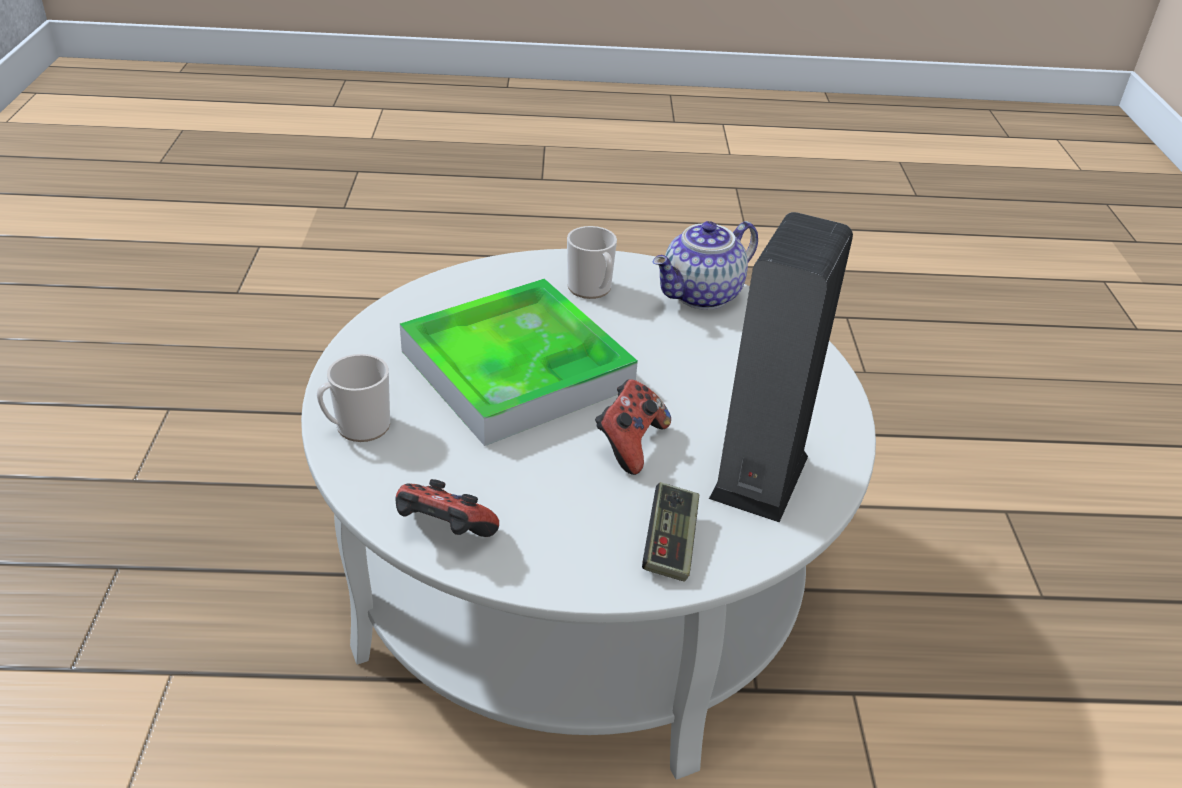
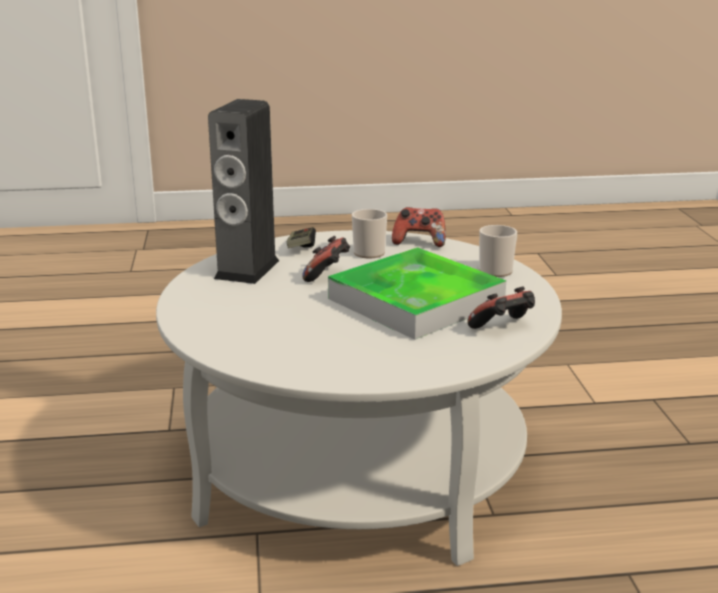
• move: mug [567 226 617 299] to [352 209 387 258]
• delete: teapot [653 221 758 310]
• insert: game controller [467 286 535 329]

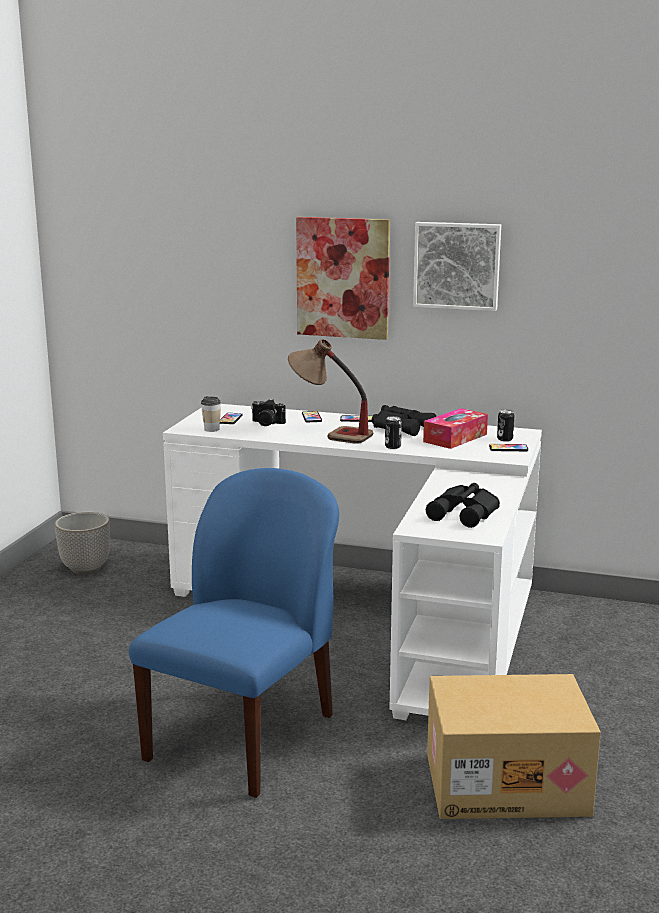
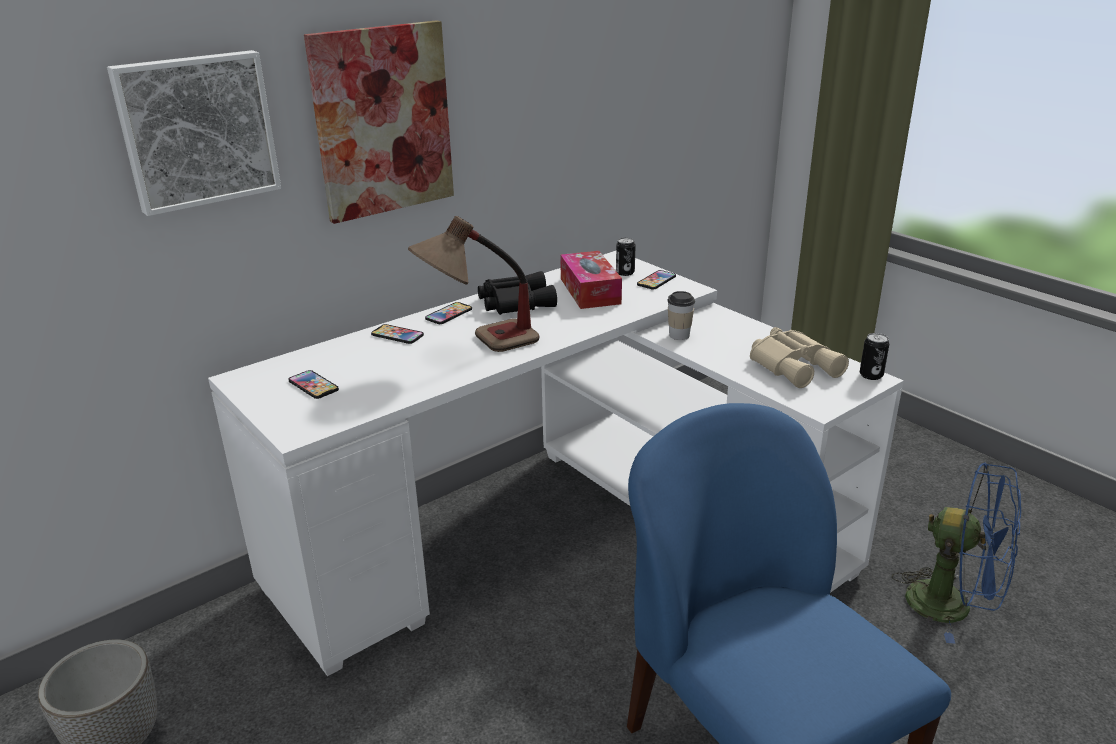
• move: cup [201 396 221 432] to [667 291 695 340]
• delete: photo camera [251 399 286 426]
• move: can [385 416 402 449] to [860 333 889 380]
• move: picture [413 222 501 311] to [107 50 281 216]
• recolor: black binoculars [426 483 500 528] to beige binoculars [750 327 849 388]
• replace: cardboard box [427 674 601 819] to blue fan [892 462 1021 644]

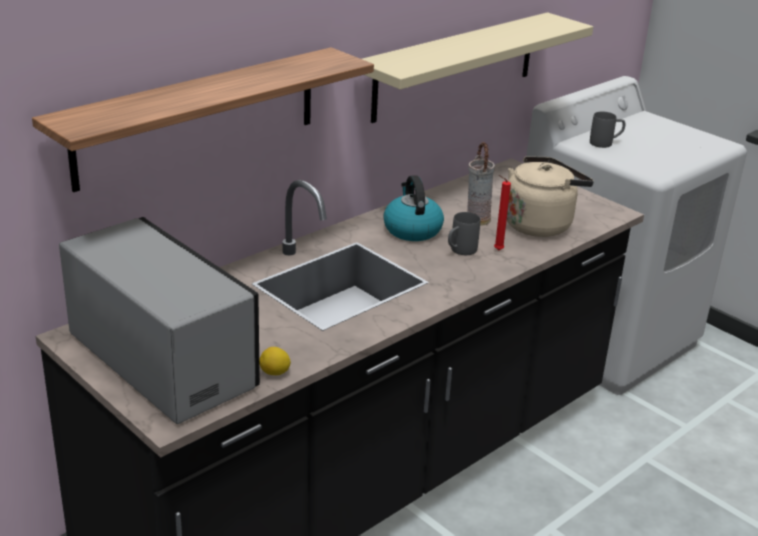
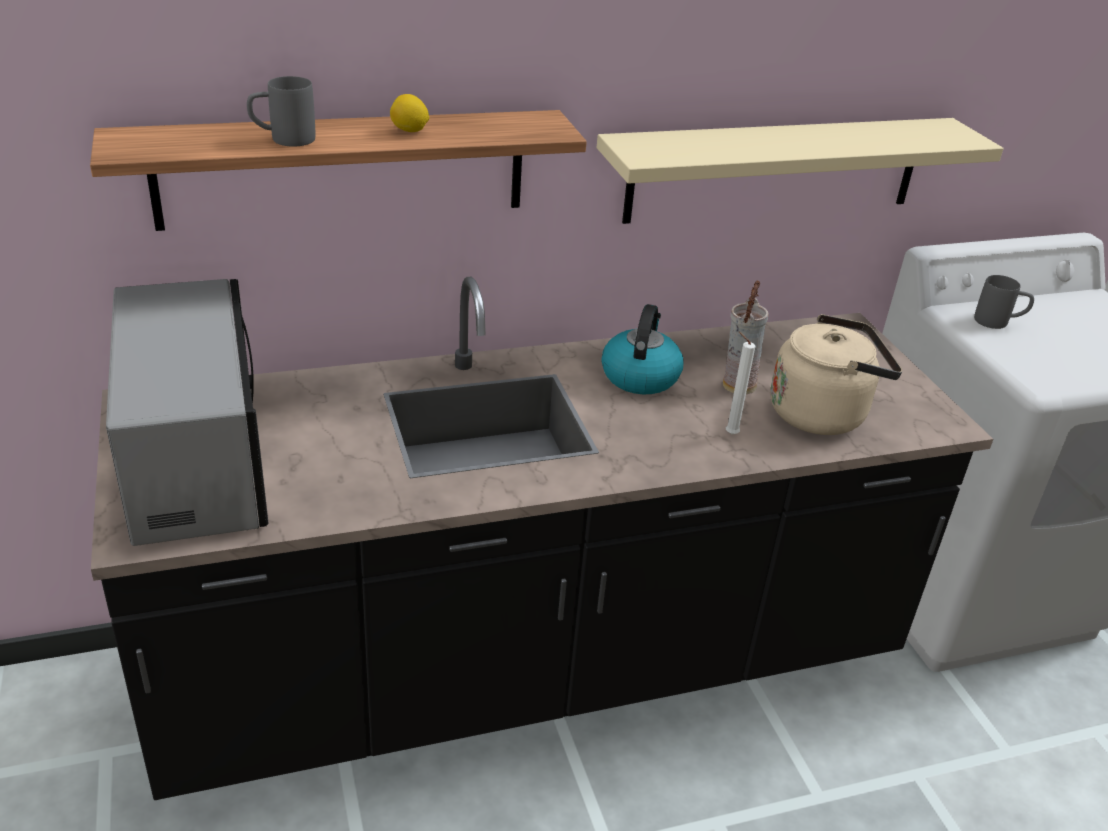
• move: lemon [259 347 291 375] to [390 94 429 132]
• move: grey mug [448 212 480 255] to [247 76 315 147]
• recolor: red candle [494 175 511 250] to white candle [726 331 755 435]

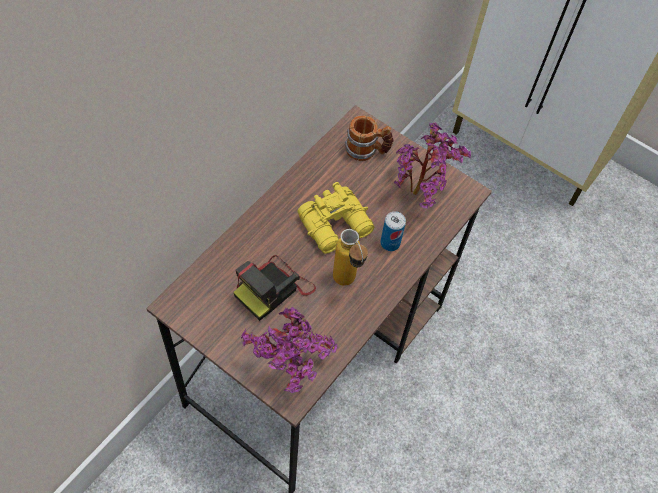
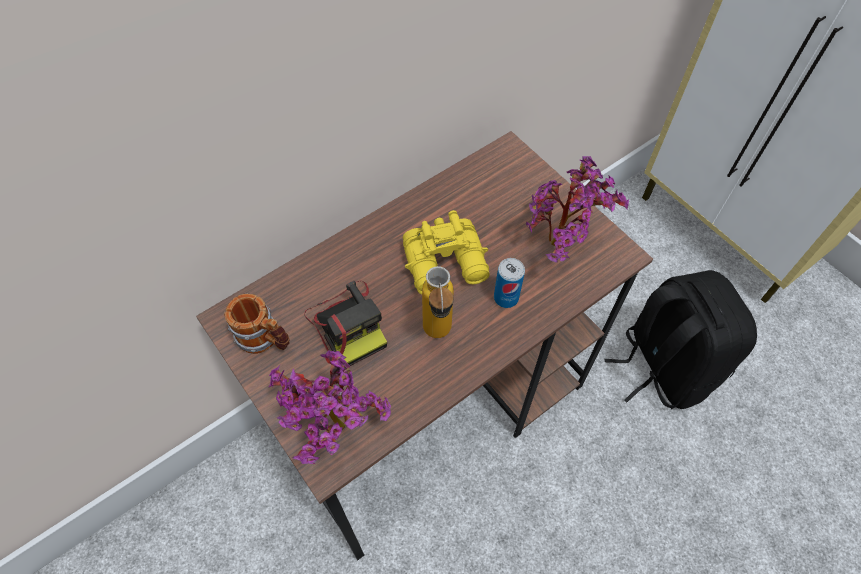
• rotate: photo camera [233 255 316 321] = [304 281 387 366] 90 degrees counterclockwise
• move: mug [345 115 394 161] to [224 294 290 354]
• insert: black backpack [605 270 757 409]

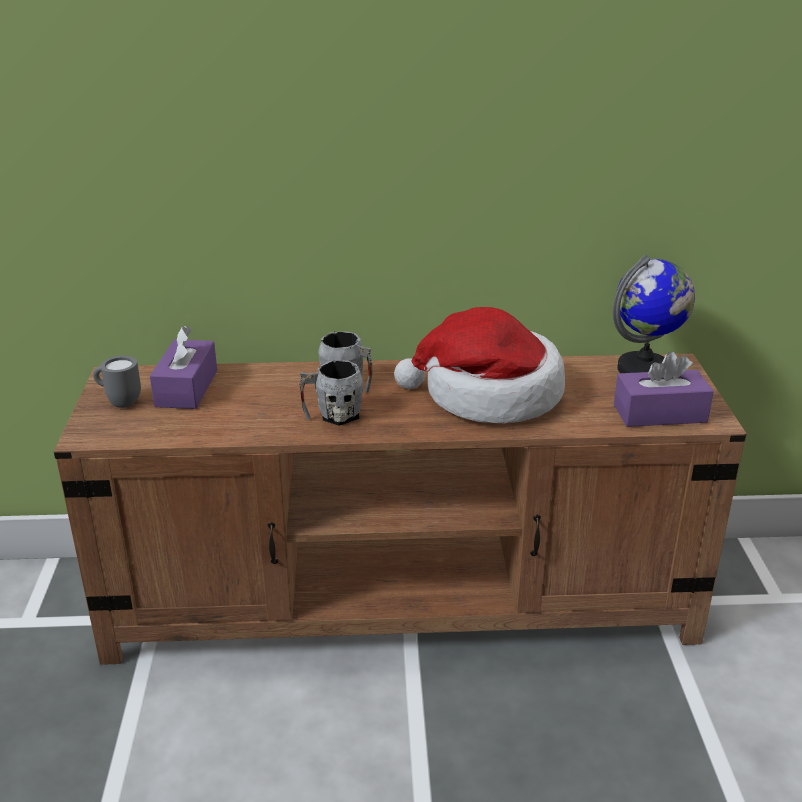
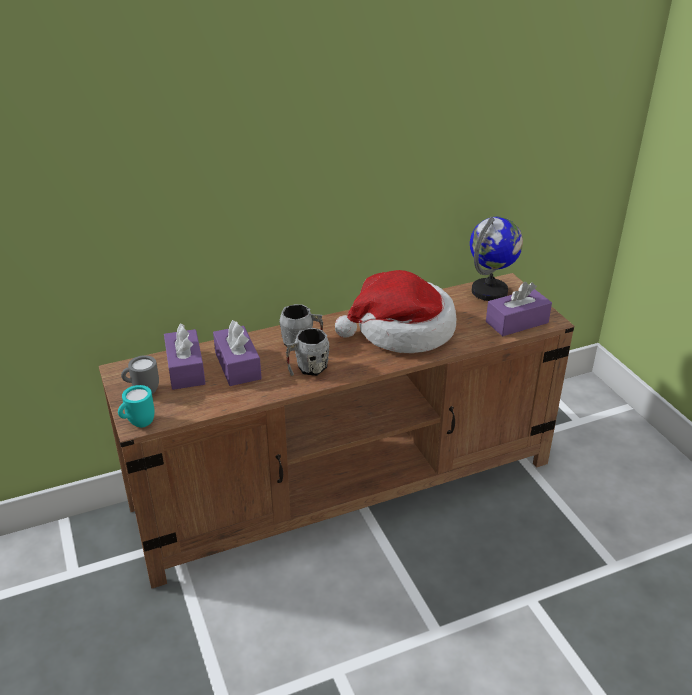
• insert: turquoise mug [118 385 155 428]
• insert: purple tissue box [213 320 262 386]

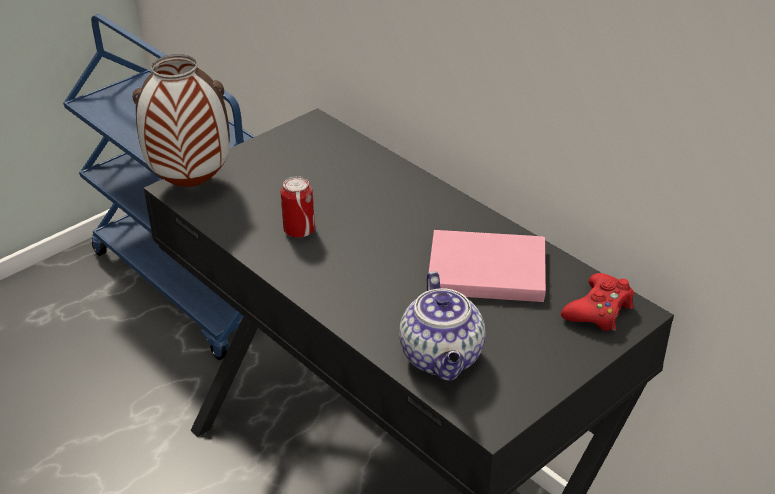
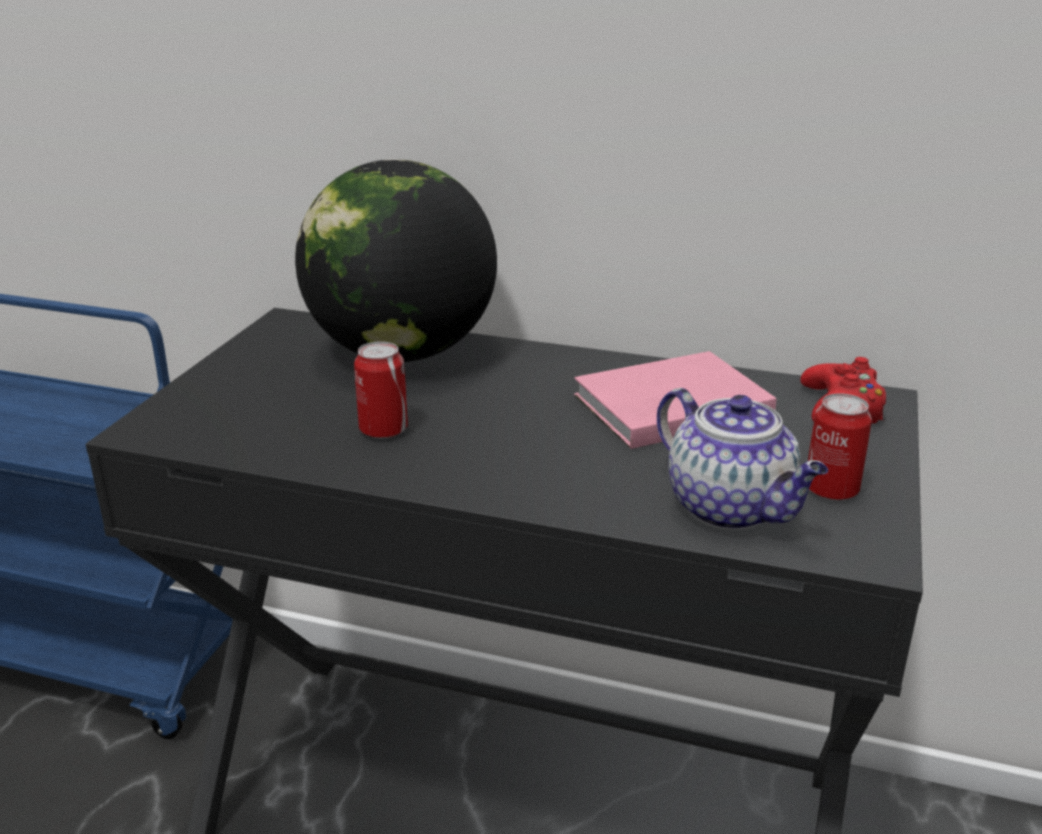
• delete: vase [132 54 230 187]
• insert: globe [295 159 497 362]
• insert: can [808 393 872 501]

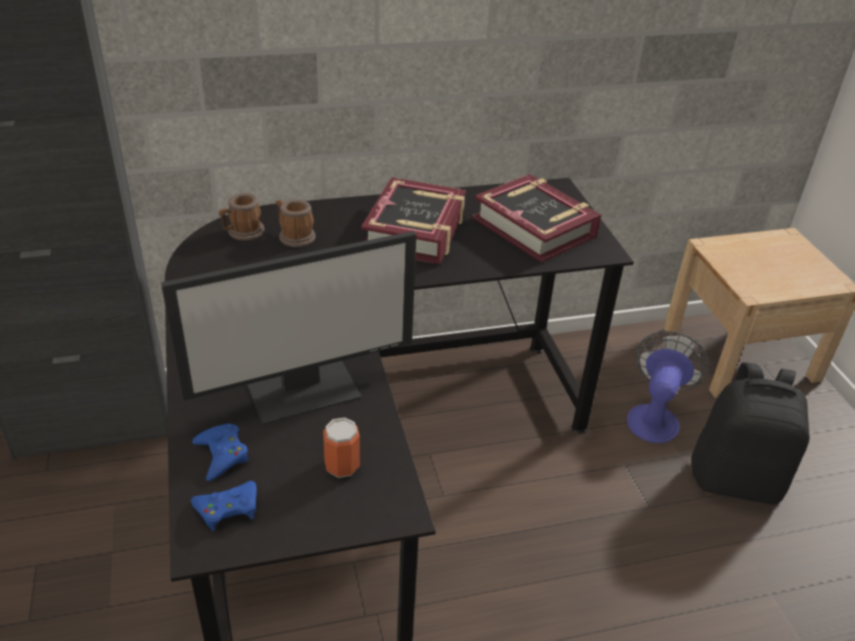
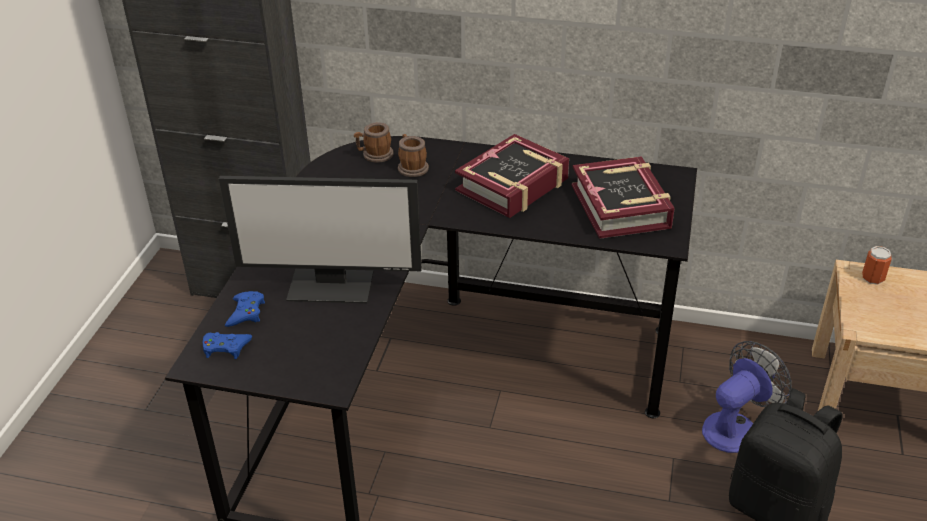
• move: can [323 418 360 478] to [862 246 892 285]

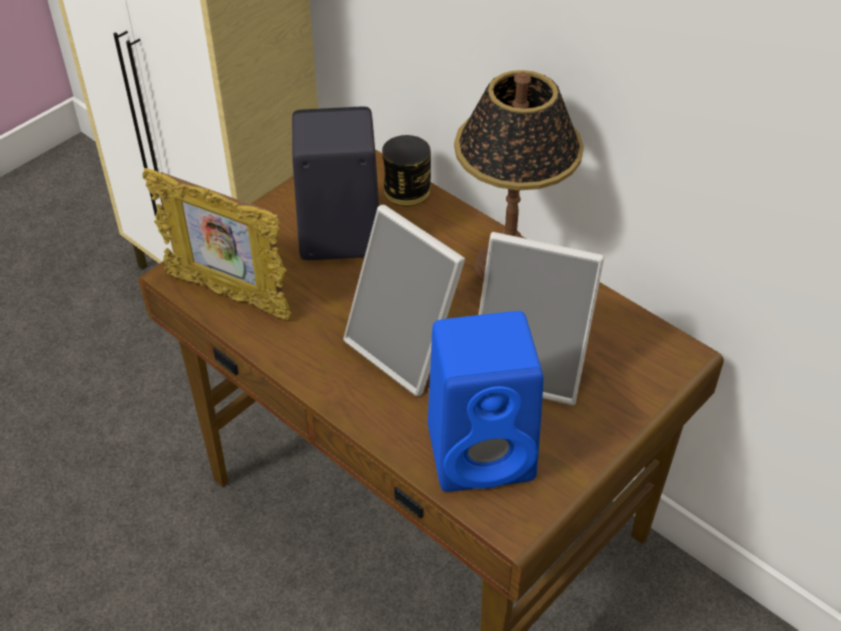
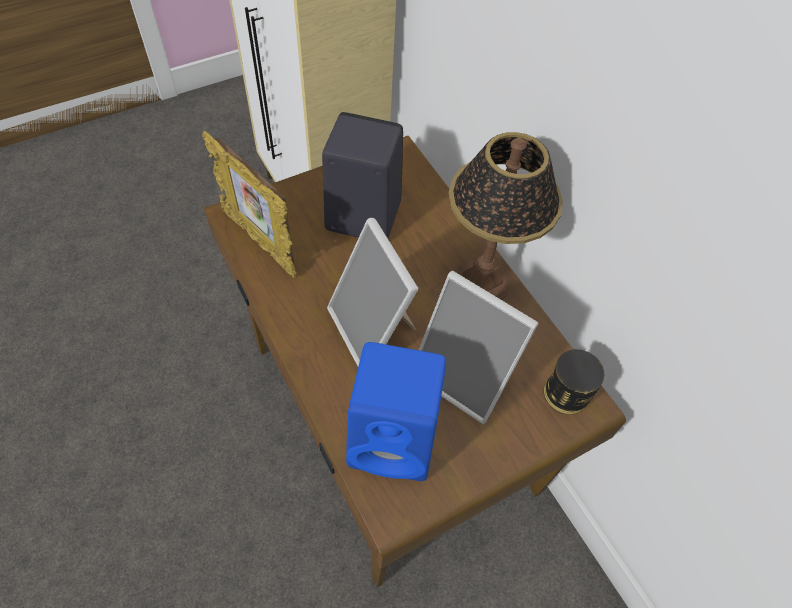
• move: can [382 135 431 206] to [544 349 605 415]

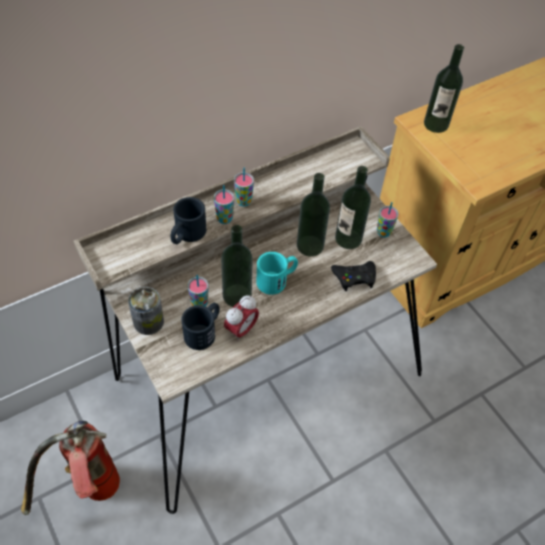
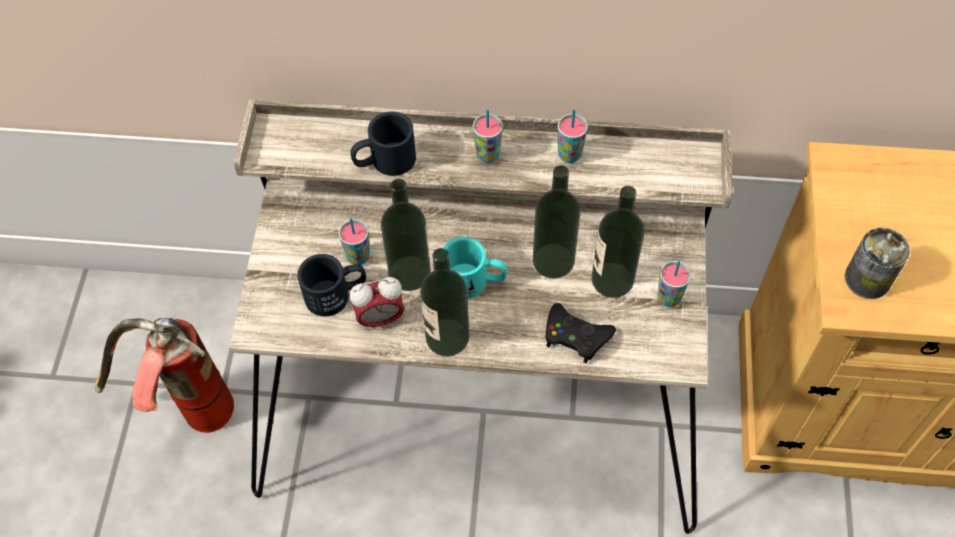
• move: can [128 287 164 335] to [845 227 910 299]
• move: cup [214 185 234 224] to [557 109 588 163]
• move: bottle [424 44 464 133] to [420 248 469 357]

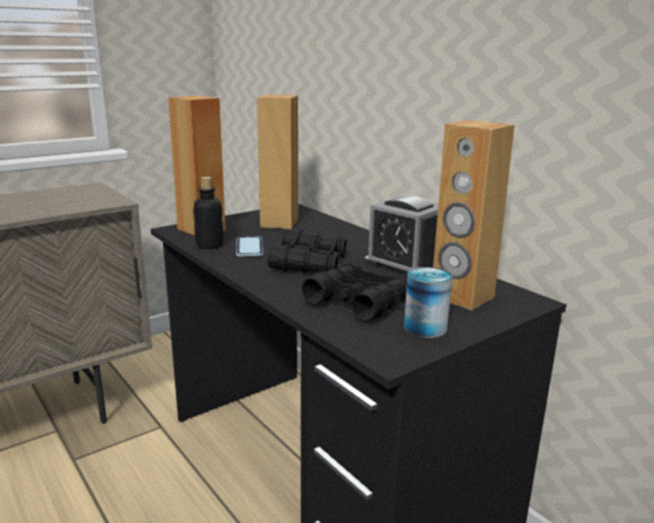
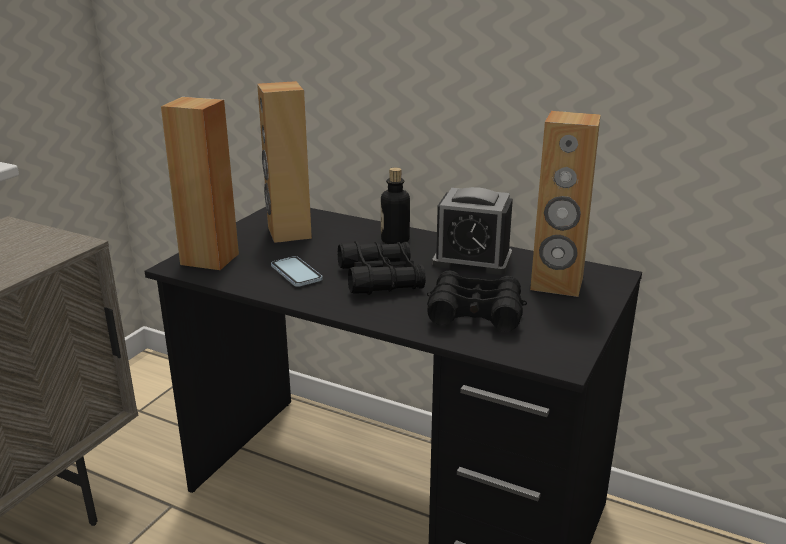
• move: bottle [193 177 224 249] to [381 167 410 244]
• delete: can [404 267 452 338]

